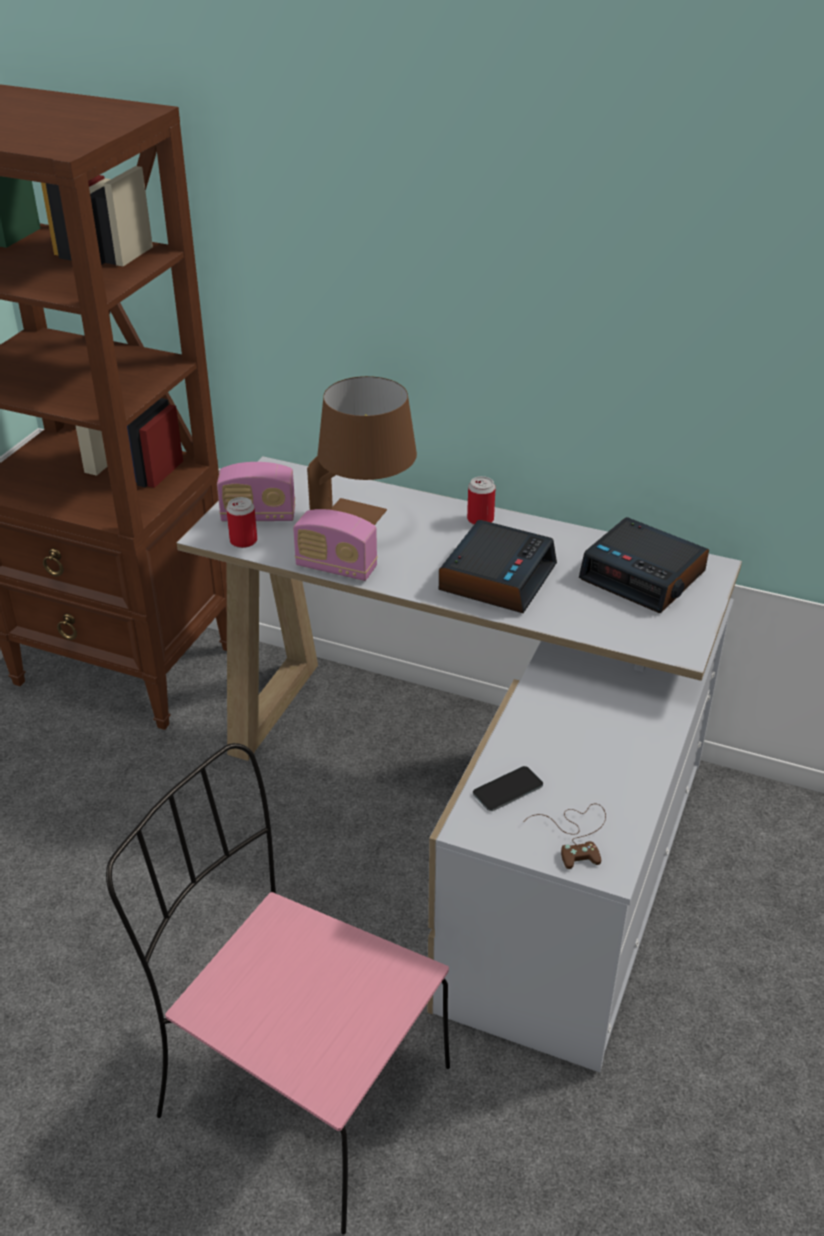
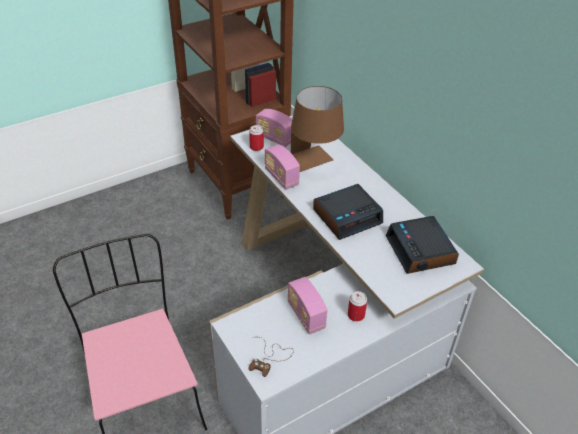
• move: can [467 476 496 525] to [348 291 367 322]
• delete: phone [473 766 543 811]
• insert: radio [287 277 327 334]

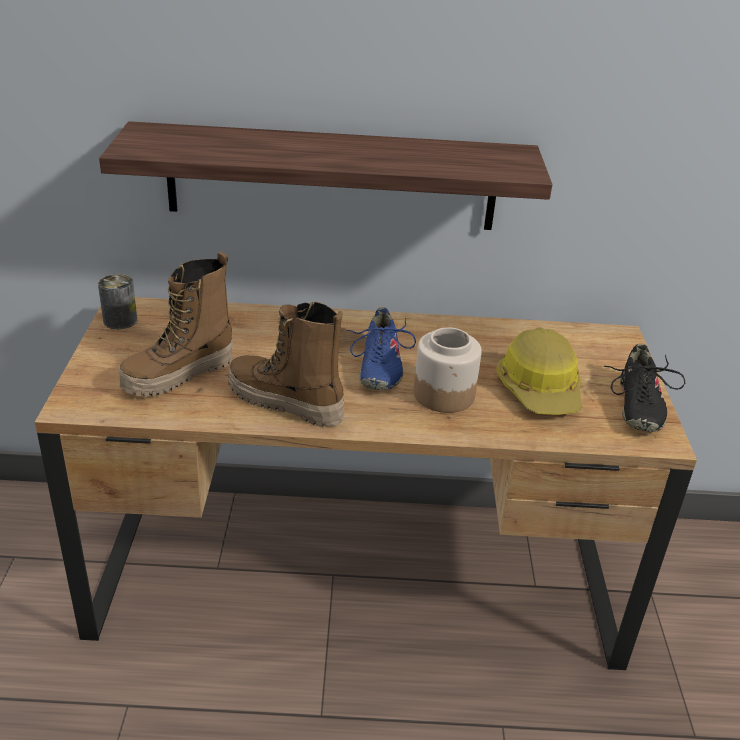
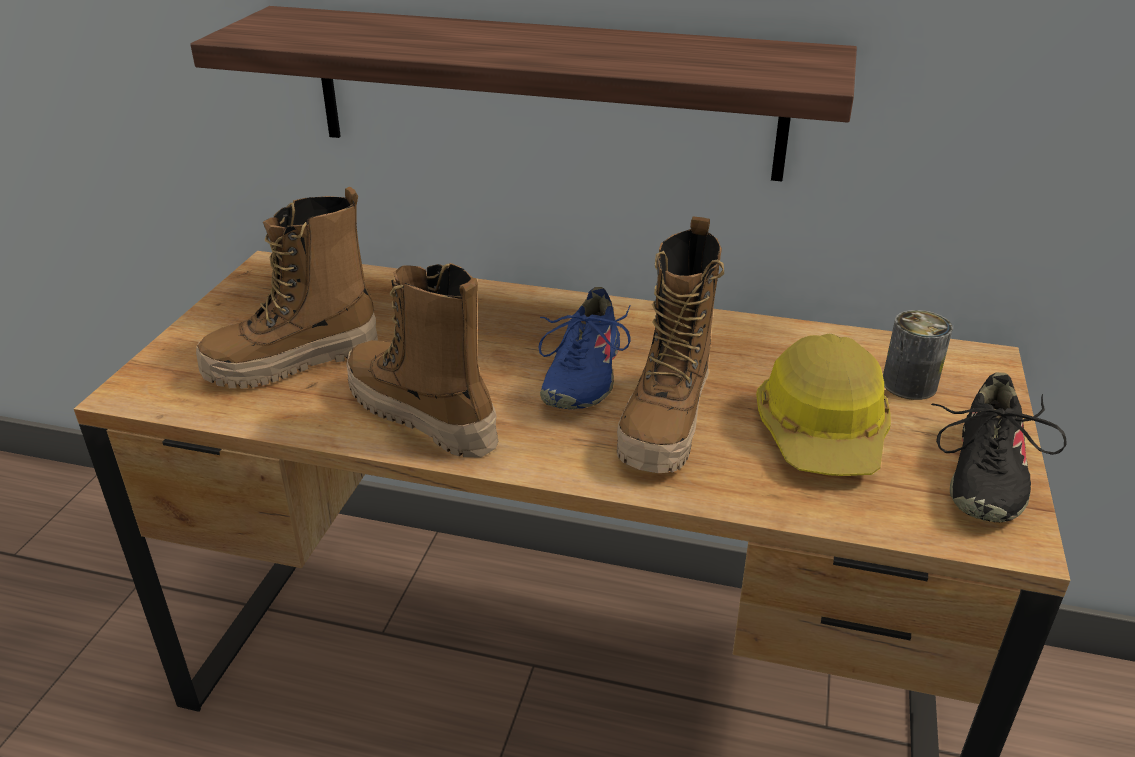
• move: can [98 274 137 329] to [883 310 953 400]
• replace: jar [414 327 482 413] to boot [617 217 724 473]

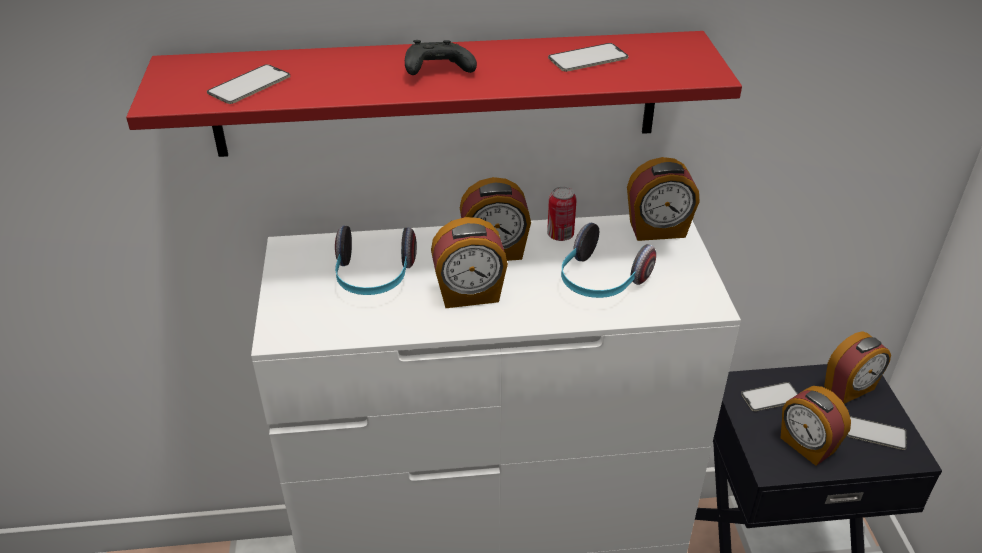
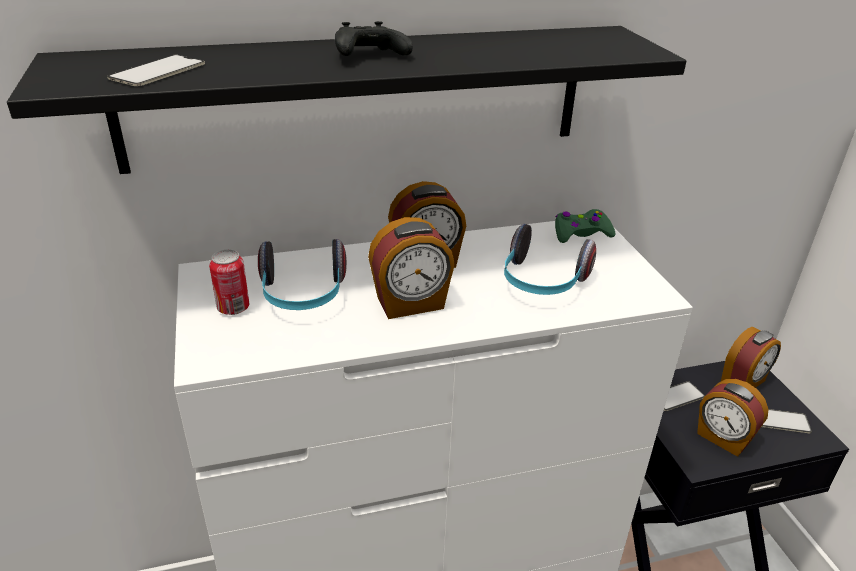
• recolor: red shelf [126 31 742 157] to black shelf [7 26 687 174]
• move: can [547 186 577 241] to [209 249 249 315]
• delete: phone [548 43 628 72]
• replace: alarm clock [627 157 700 241] to green game controller [555 209 615 243]

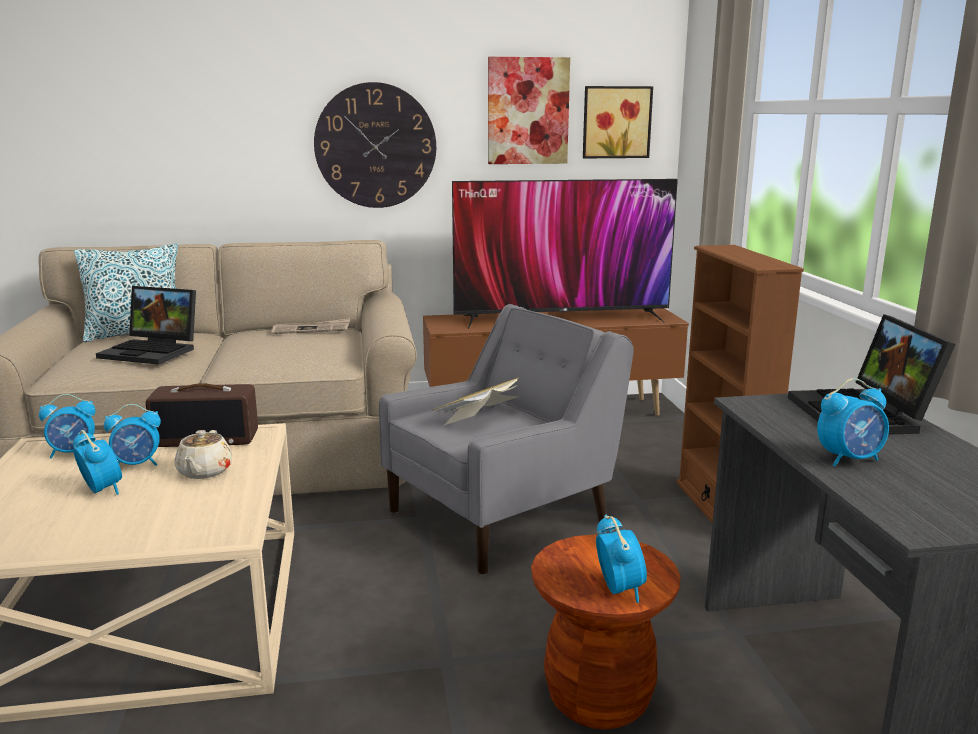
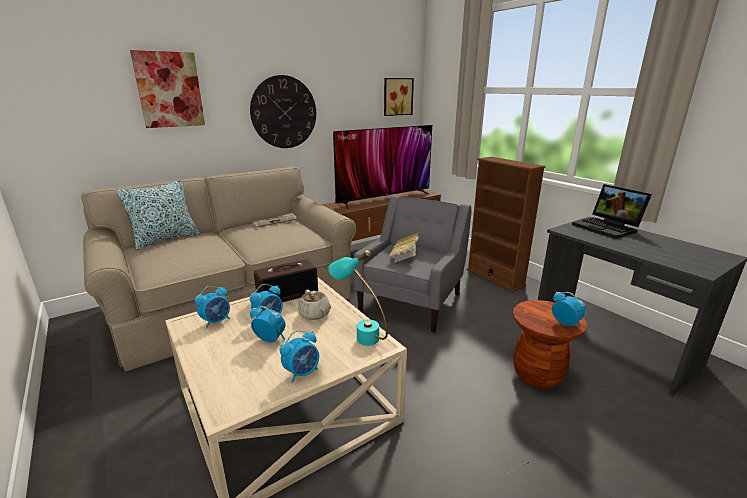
• delete: laptop [96 286 196 365]
• move: picture [488 57 570 164] to [130 50 205 128]
• move: alarm clock [817 378 889 466] to [280 330 319 383]
• insert: turquoise table lamp [328 251 388 346]

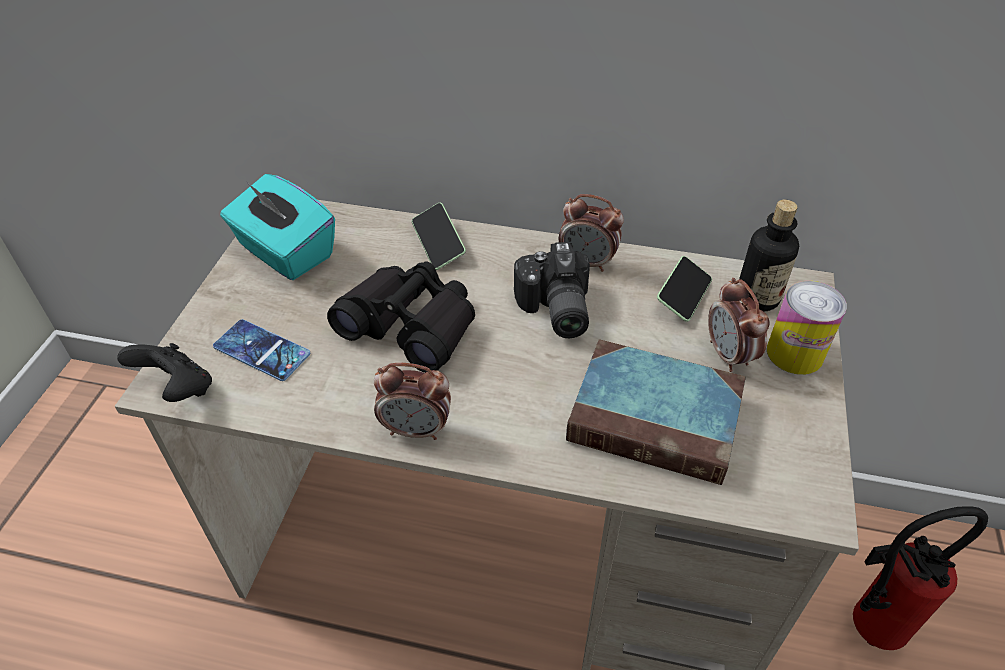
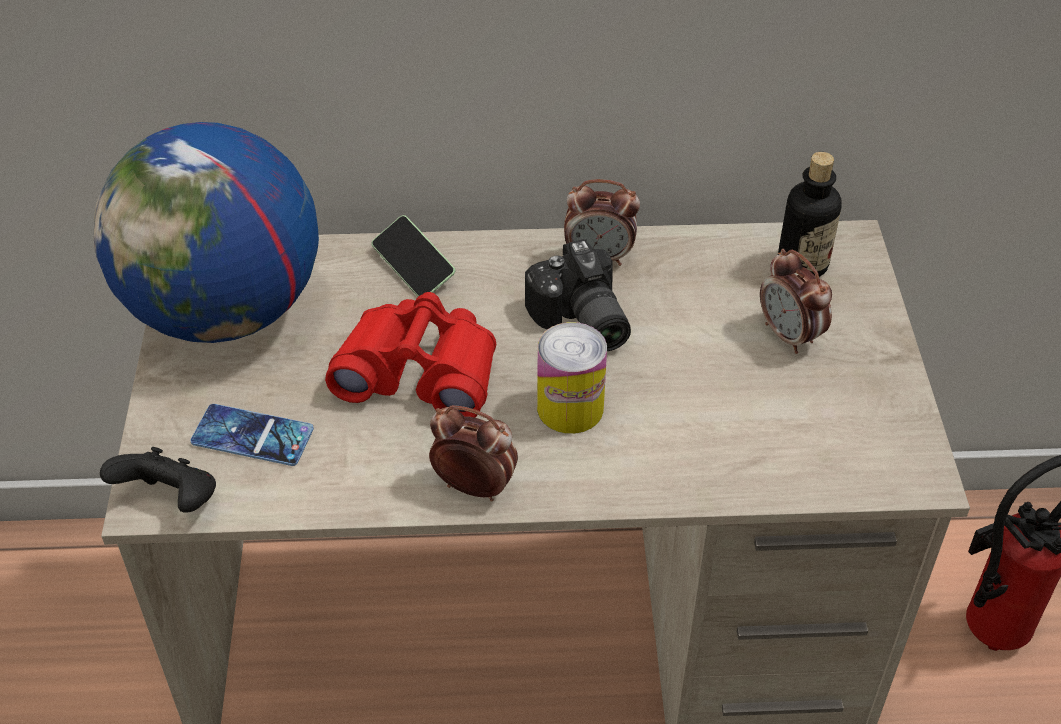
• replace: turquoise tissue box [220 174 335 280] to globe [94 122 319 343]
• recolor: black binoculars [327 261 475 373] to red binoculars [325 292 497 418]
• rotate: alarm clock [374 363 451 440] = [429 405 518 502] 150 degrees counterclockwise
• delete: book [566 339 746 485]
• delete: phone [657 256 712 322]
• move: can [767 281 847 375] to [537 322 607 434]

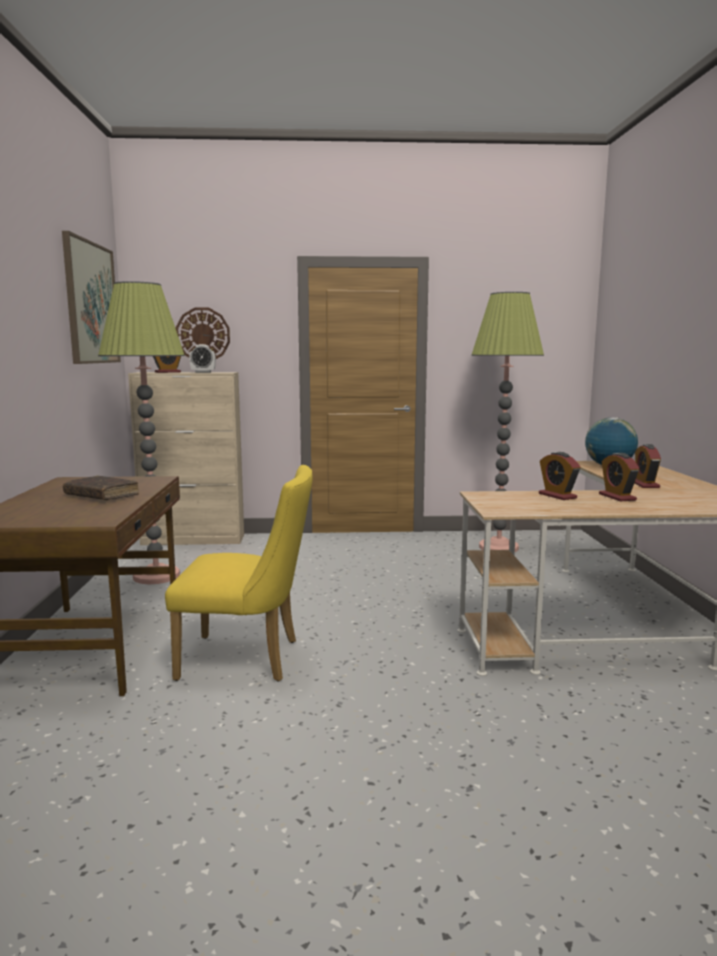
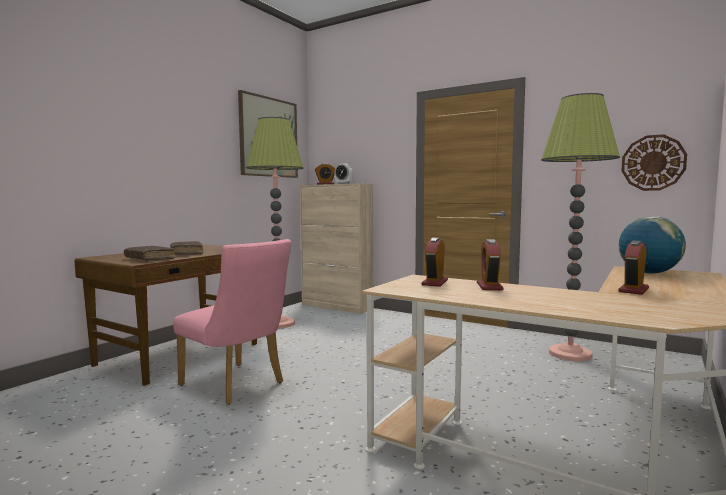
• recolor: yellow chair [165 465 313 682] to pink chair [173 239 291 405]
• move: wall clock [176 308 230 359] to [622 134 687 191]
• move: alarm clock [599 453 640 502] to [422 238 448 287]
• insert: brown book [124 245 175 261]

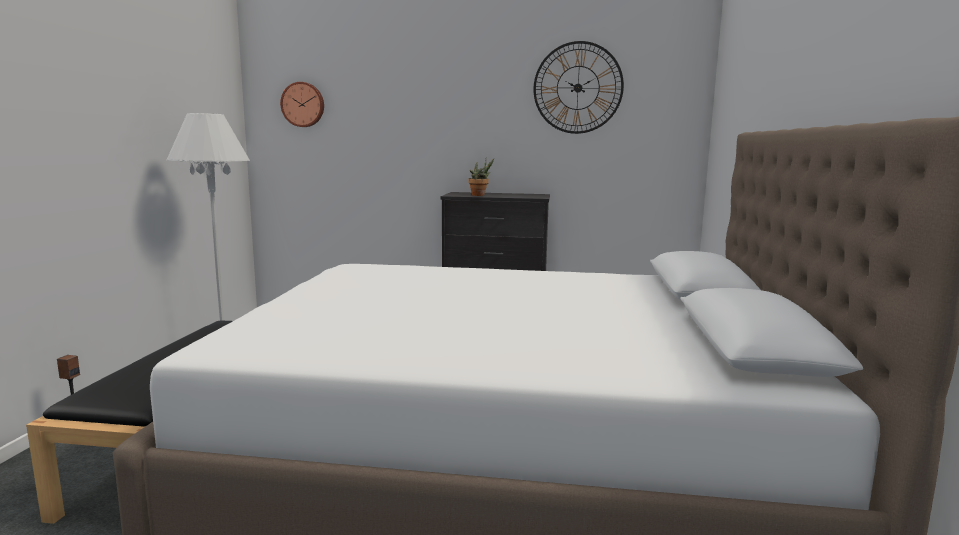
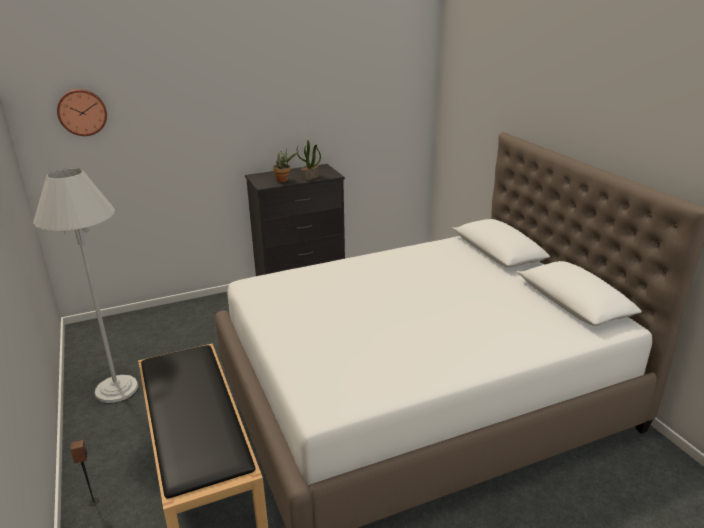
• delete: wall clock [533 41 624 134]
• insert: potted plant [297 140 321 180]

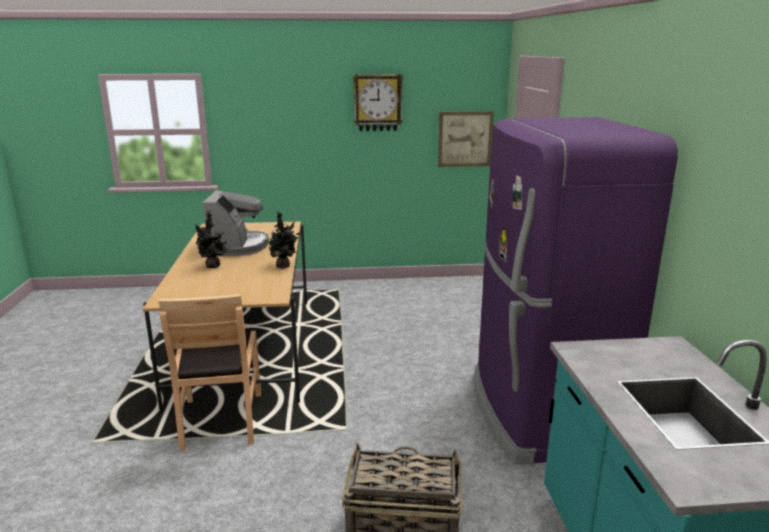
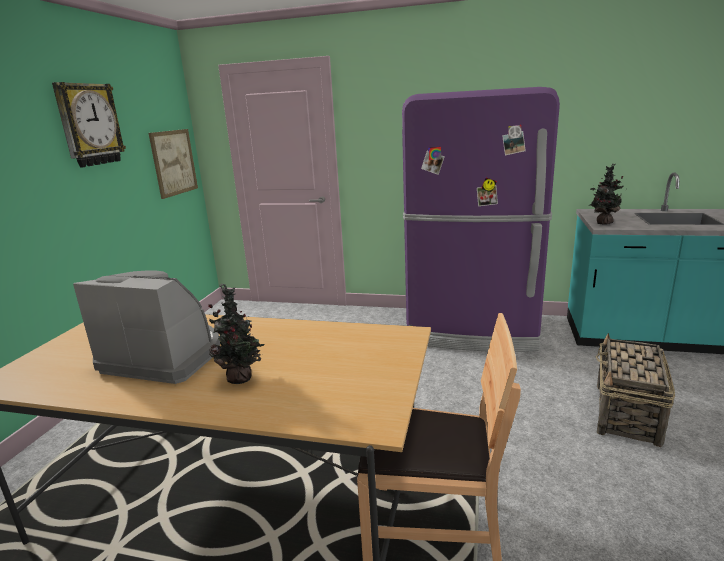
• move: potted plant [263 212 301 268] to [590 163 623 225]

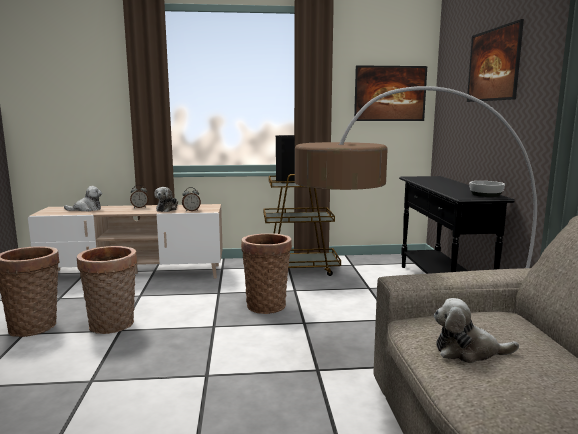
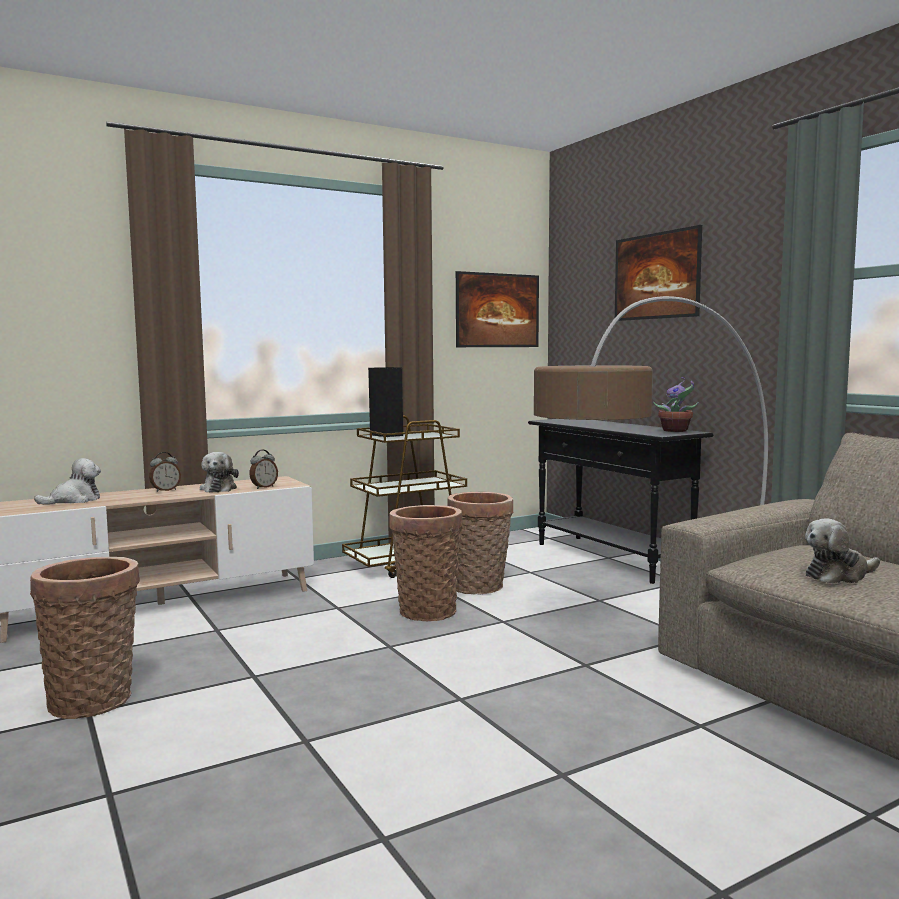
• move: basket [77 246 137 334] to [447 492 513 594]
• replace: bowl [469 181 505 197] to potted plant [653 377 698 432]

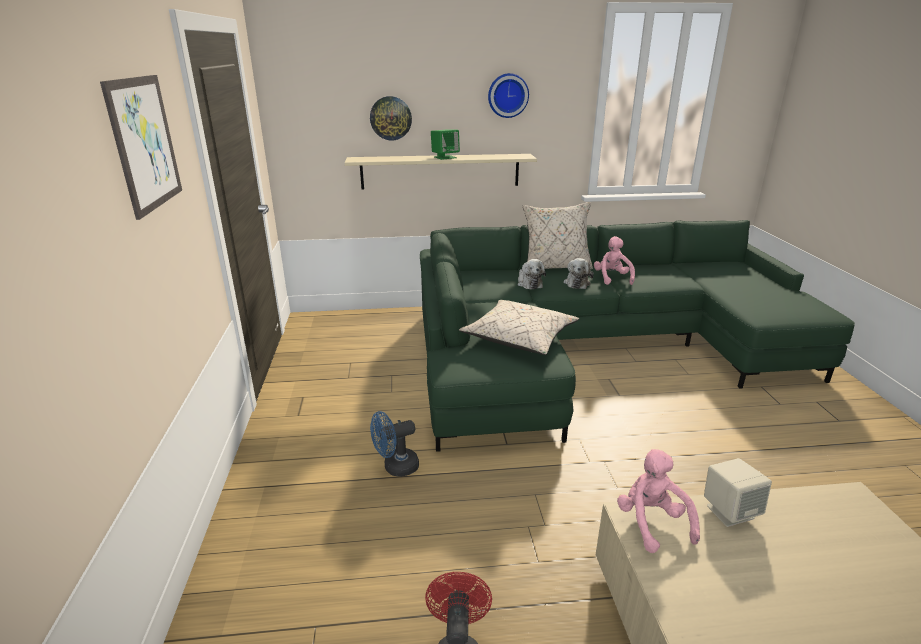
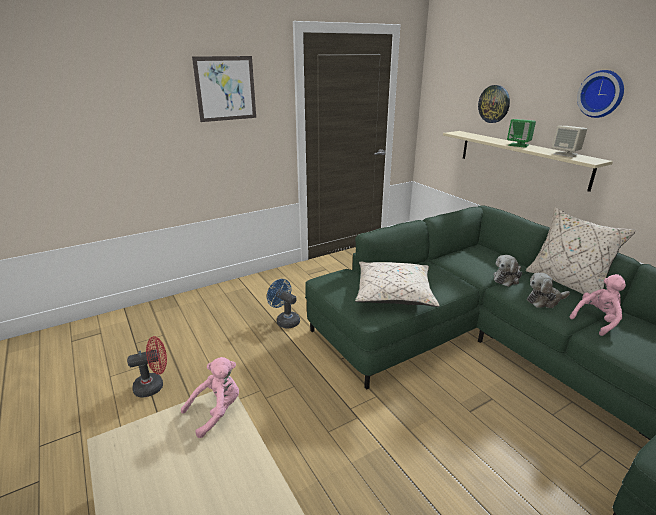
• move: beige speaker [704 458 772 527] to [552 126 587 157]

